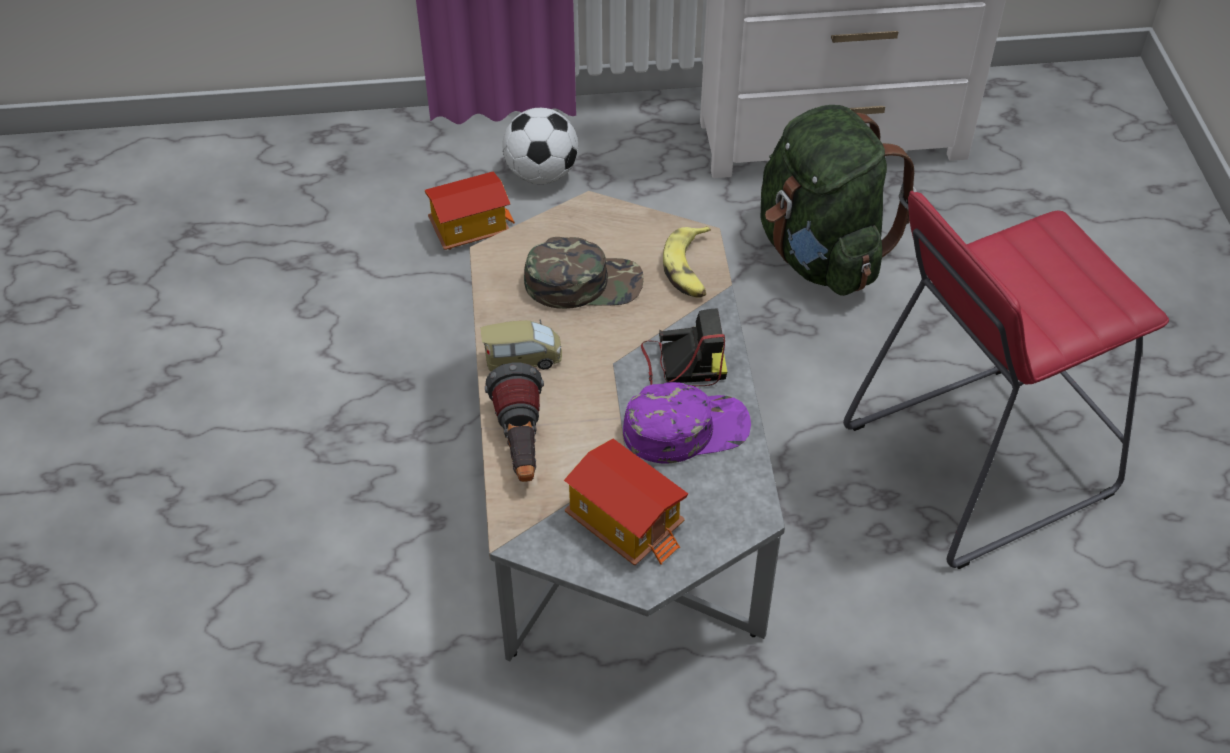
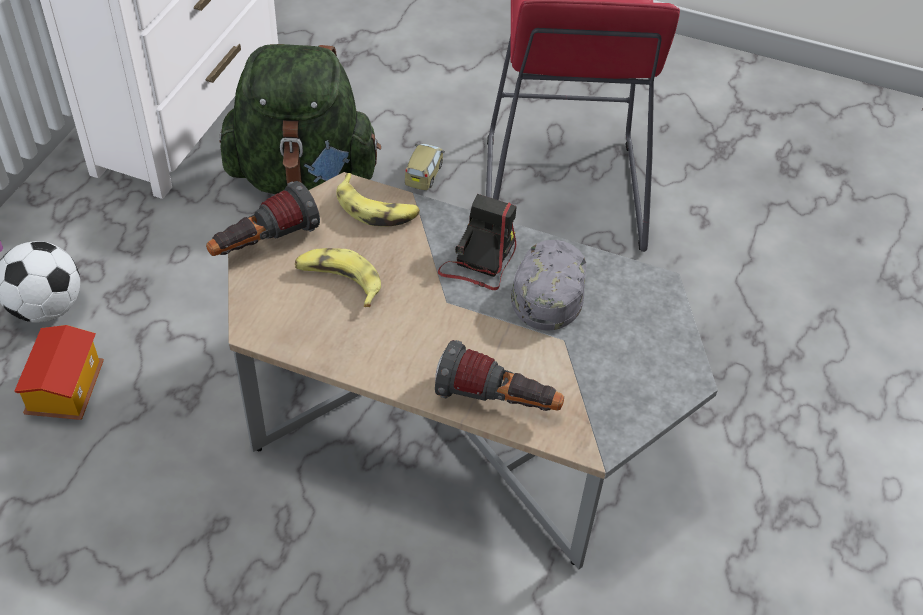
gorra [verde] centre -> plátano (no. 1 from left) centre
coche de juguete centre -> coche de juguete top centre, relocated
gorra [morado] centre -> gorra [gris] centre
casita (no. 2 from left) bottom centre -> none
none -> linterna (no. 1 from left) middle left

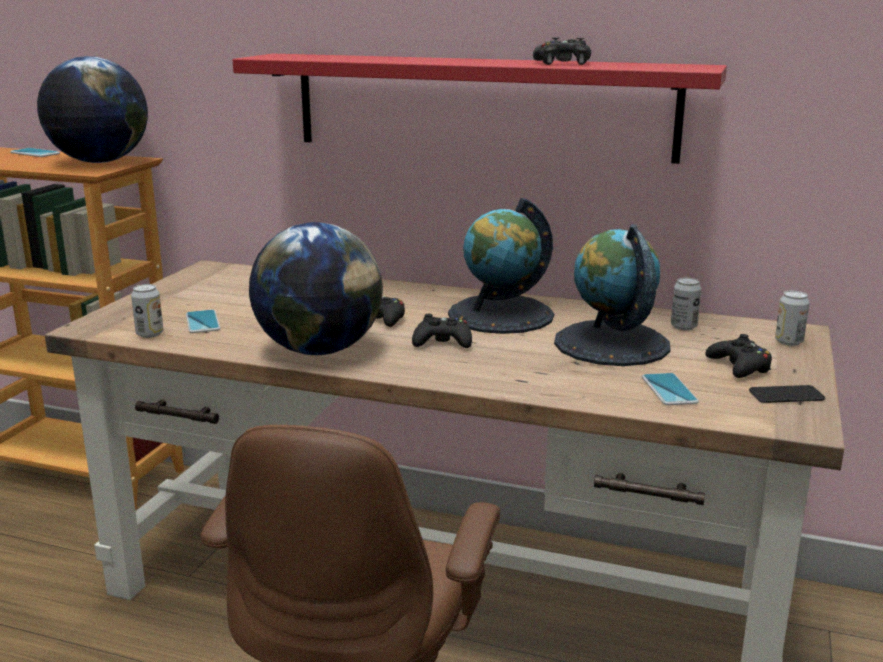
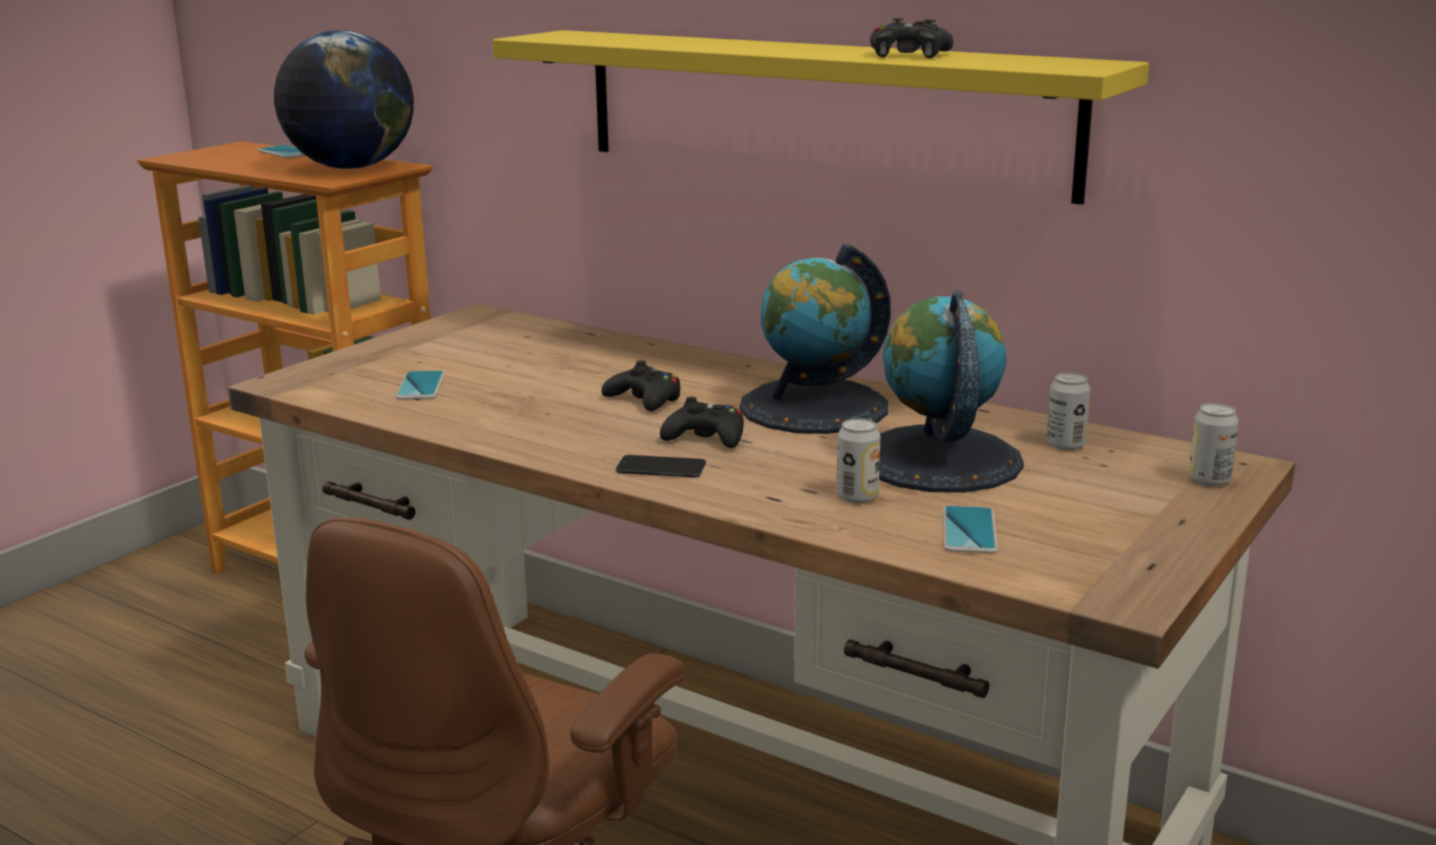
estante [rojo] top centre -> estante [amarillo] top centre
globo terráqueo (no. 2 from left) centre -> none
lata (no. 1 from left) middle left -> lata (no. 1 from left) centre, relocated
mando de consola [negro] (no. 4 from left) middle right -> none
móvil (no. 4 from left in the first image) middle right -> móvil (no. 3 from left) centre, relocated

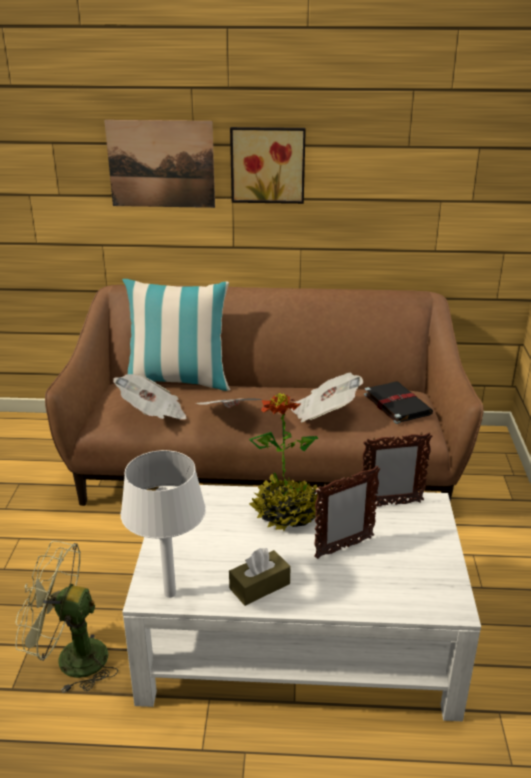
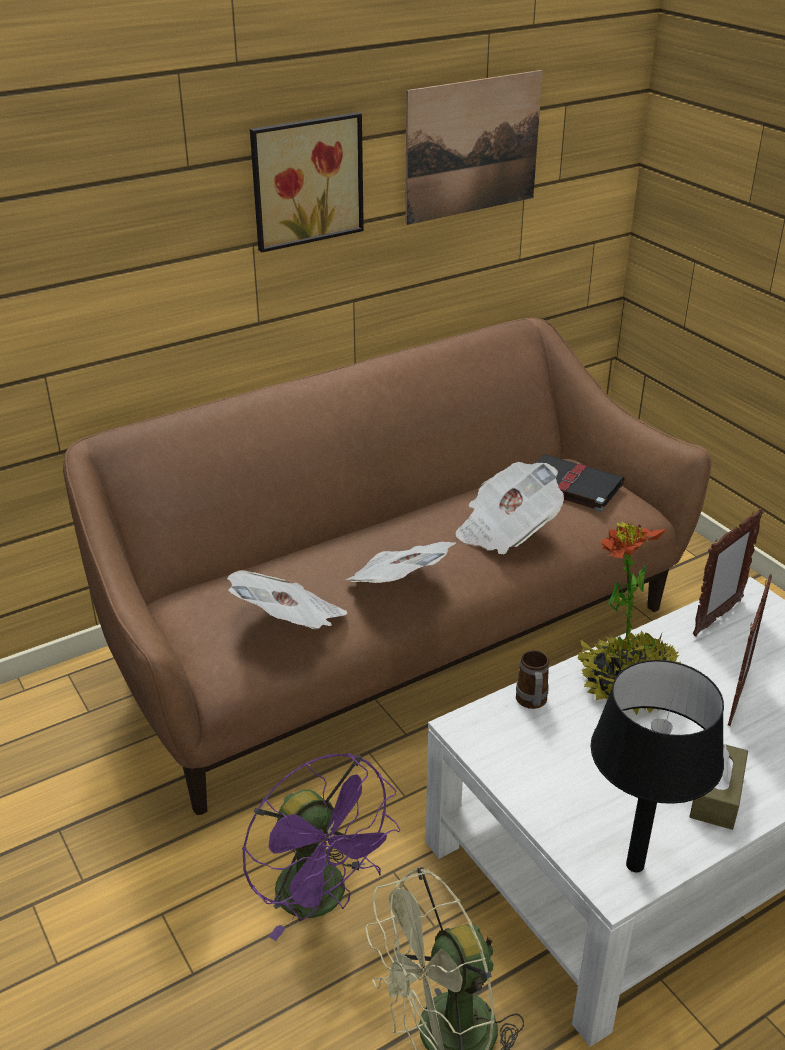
cuadro (no. 1 from left in the first image) top left -> cuadro (no. 2 from left) top centre, relocated
cojín middle left -> none
lámpara de mesa [blanco] bottom left -> lámpara de mesa [negro] bottom right
none -> taza grande middle right
none -> ventilador [morado] bottom centre

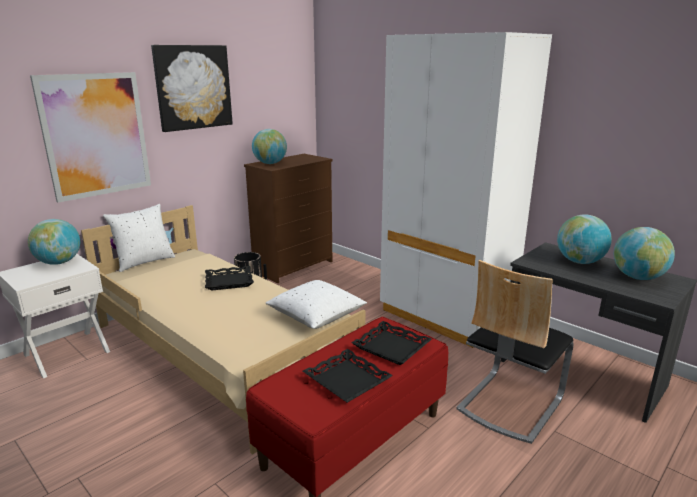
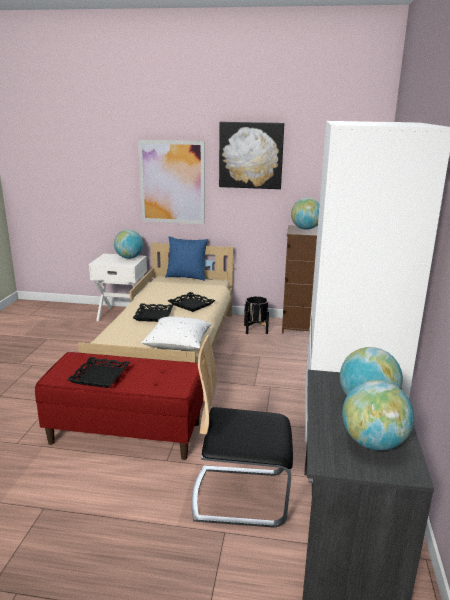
cojín [blanco] (no. 1 from left) middle left -> cojín [azul] centre
bandeja [negro] (no. 3 from left in the first image) bottom centre -> bandeja [negro] (no. 2 from left) centre, relocated

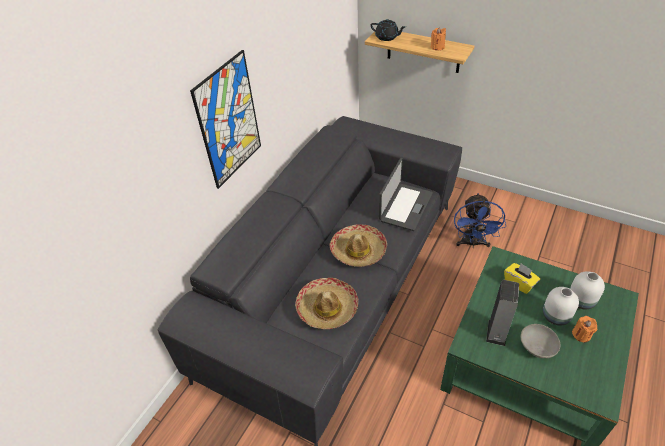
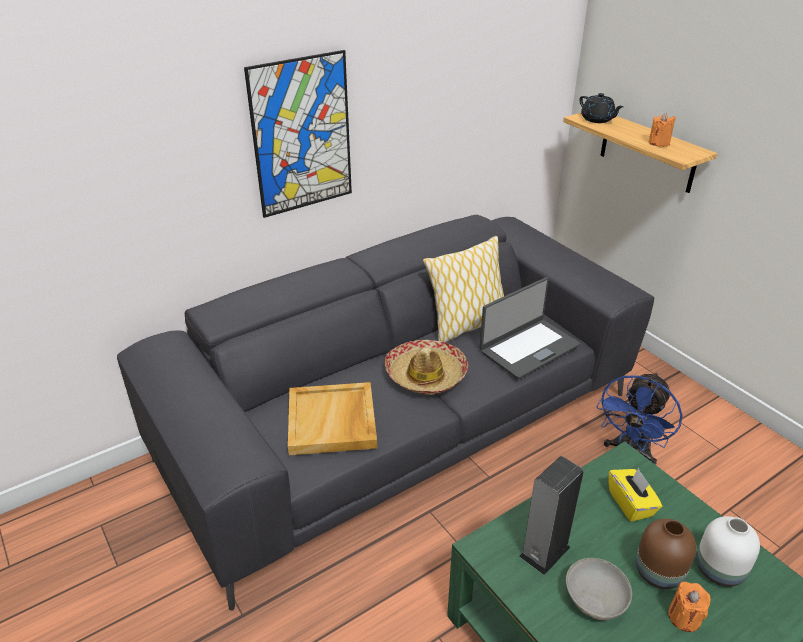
sombrero (no. 1 from left) bottom centre -> bandeja [beis] centre
florero [blanco] (no. 1 from left) bottom right -> florero [marrón] bottom right
none -> cojín centre

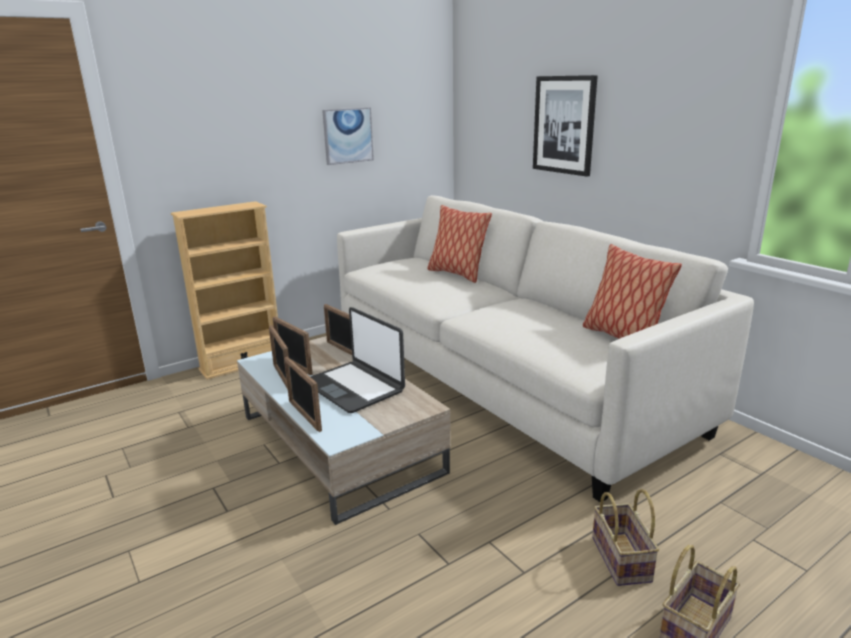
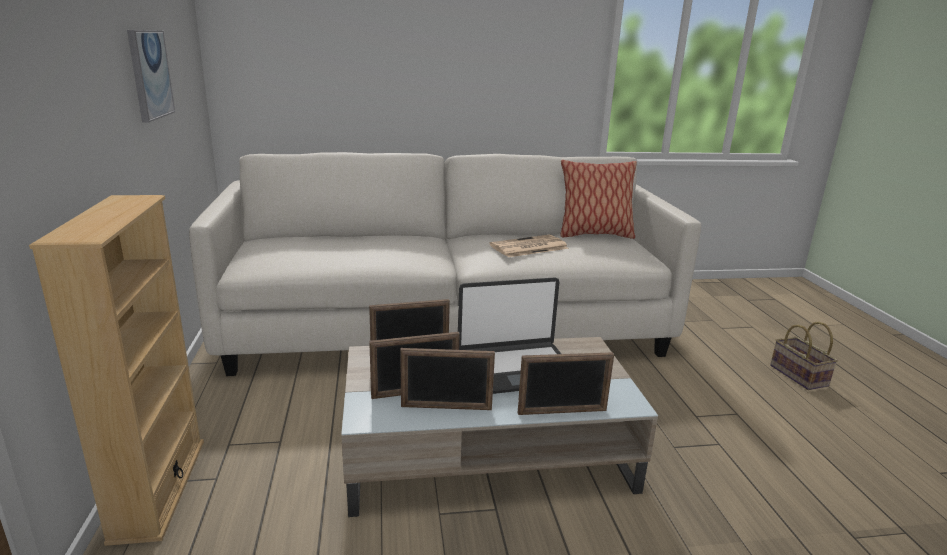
cuadro (no. 2 from left) top centre -> none
cojín (no. 1 from left) centre -> none
cesta (no. 1 from left) bottom right -> none
none -> periódico centre

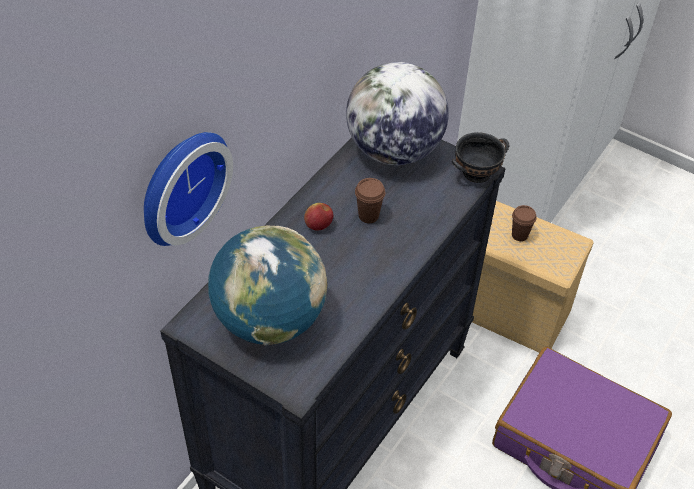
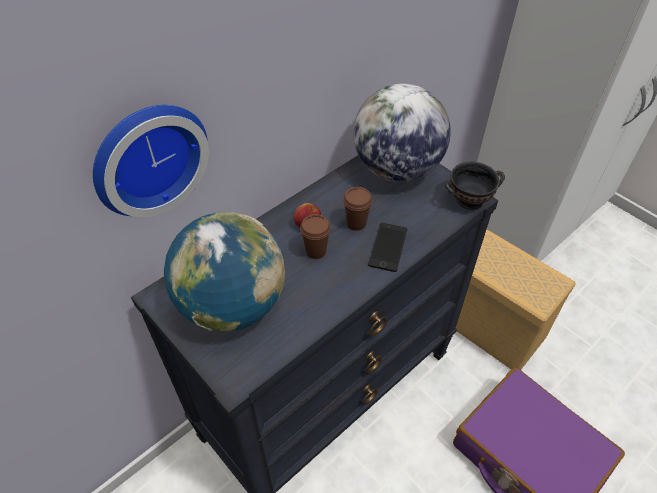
taza [marrón] (no. 2 from left in the first image) middle right -> taza [marrón] (no. 1 from left) centre, relocated
none -> móvil centre

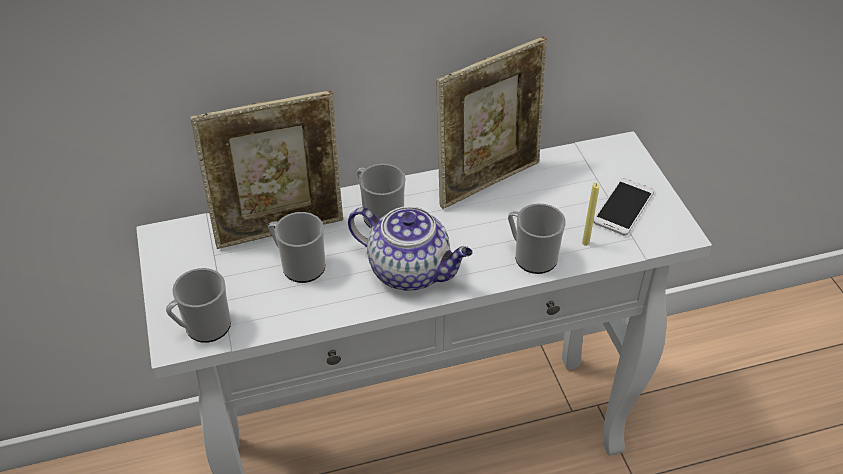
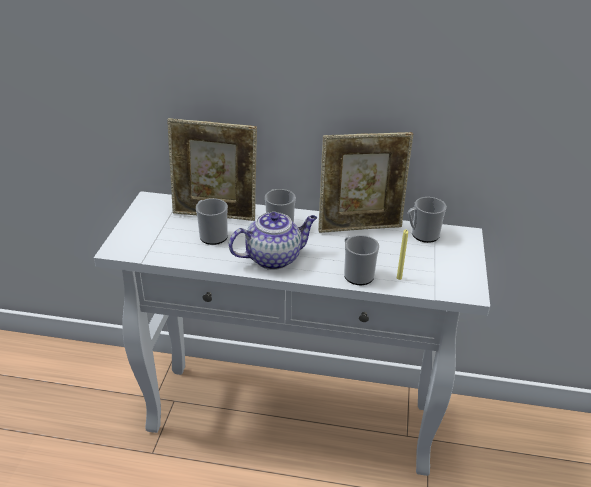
móvil middle right -> none
tetera centre, 75 degrees counterclockwise
taza grande (no. 1 from left in the first image) middle left -> taza grande (no. 4 from left) middle right, relocated

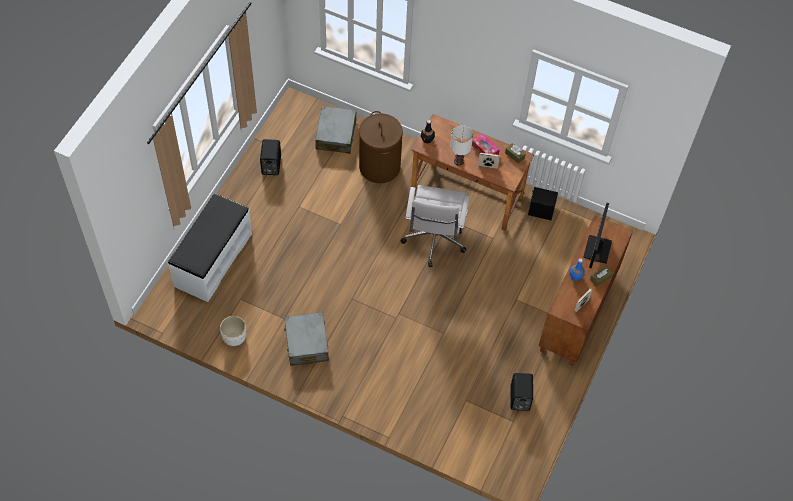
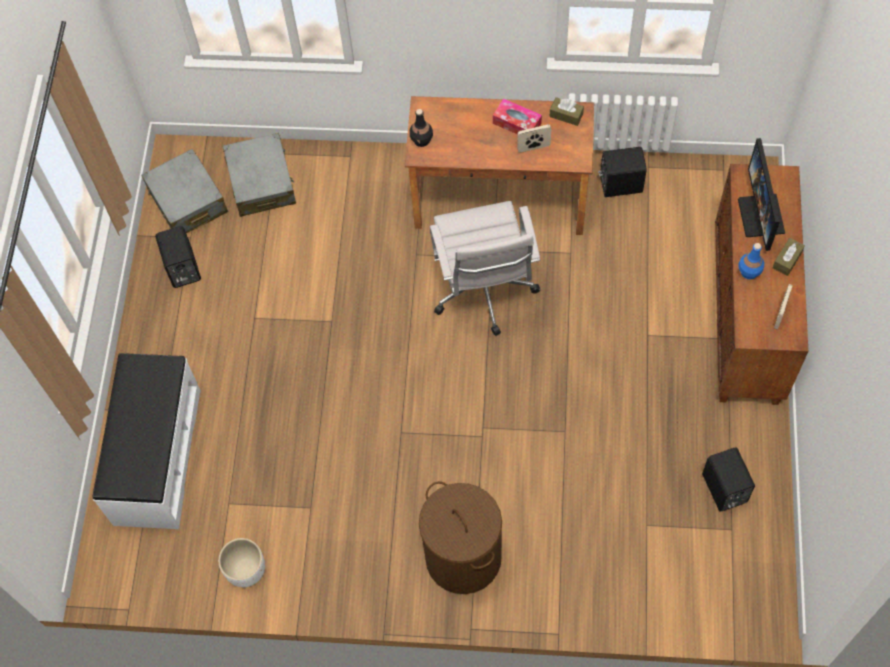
cesto de la ropa [marrón] top centre -> cesto de la ropa [marrón] bottom centre, relocated
lámpara de mesa [blanco] top centre -> none
maleta [gris] (no. 1 from left) bottom centre -> maleta [gris] (no. 1 from left) top left, relocated

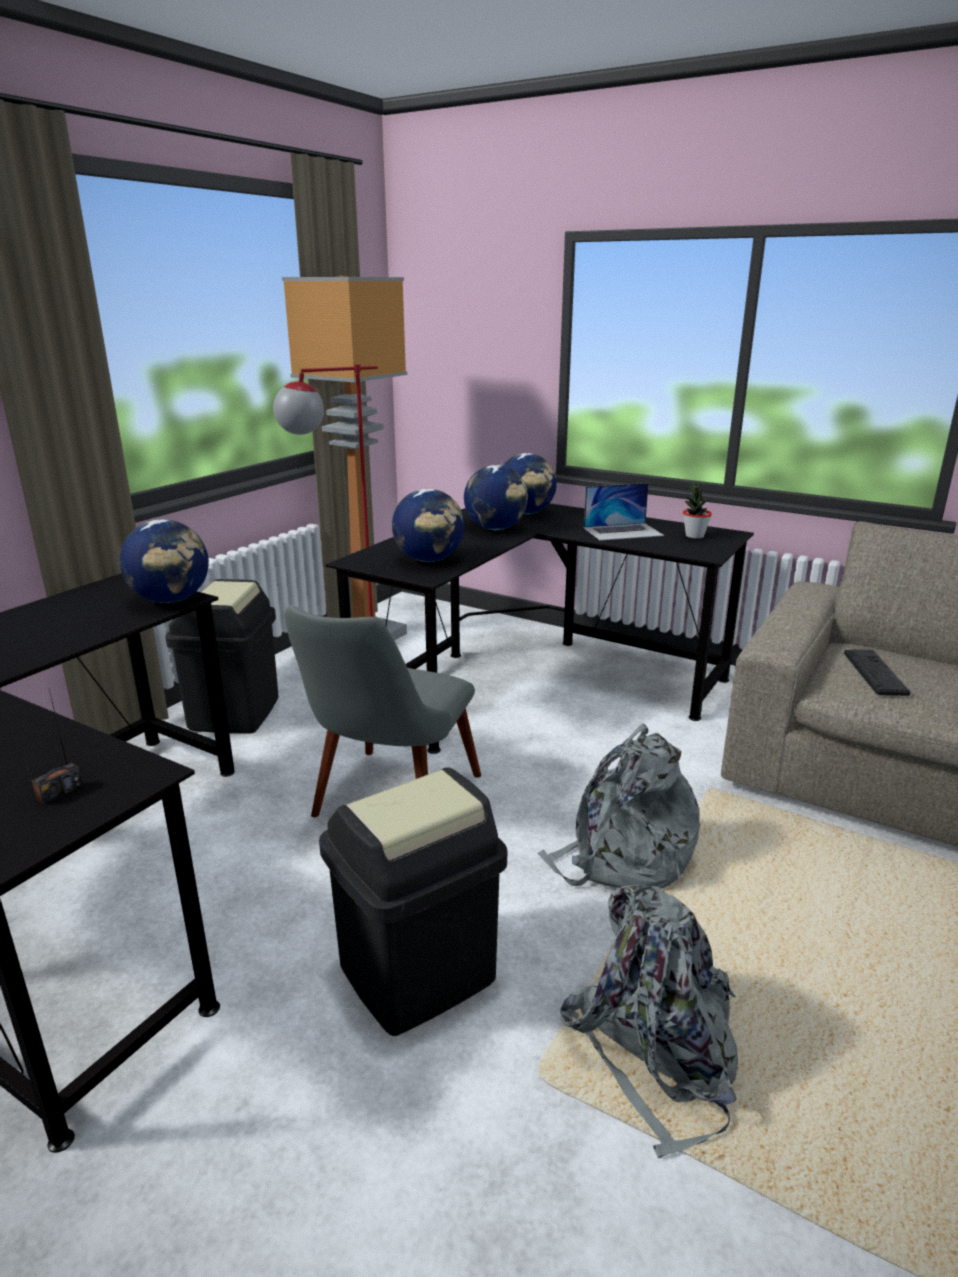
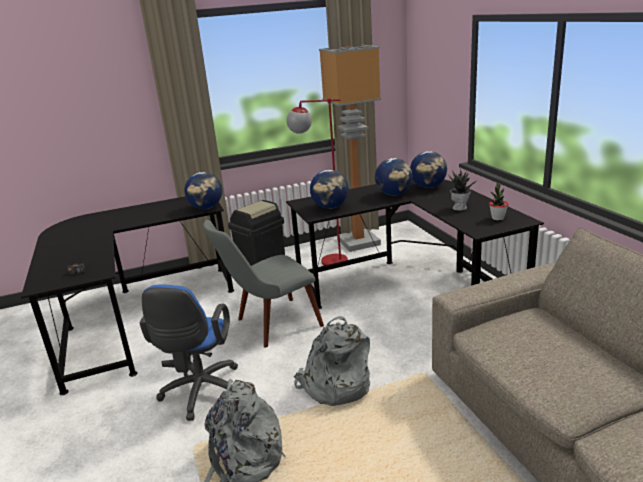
portátil centre -> planta en maceta (no. 1 from left) middle right
teclado middle right -> none
papelera [negro] (no. 2 from left) bottom centre -> silla de oficina [azul] bottom left

